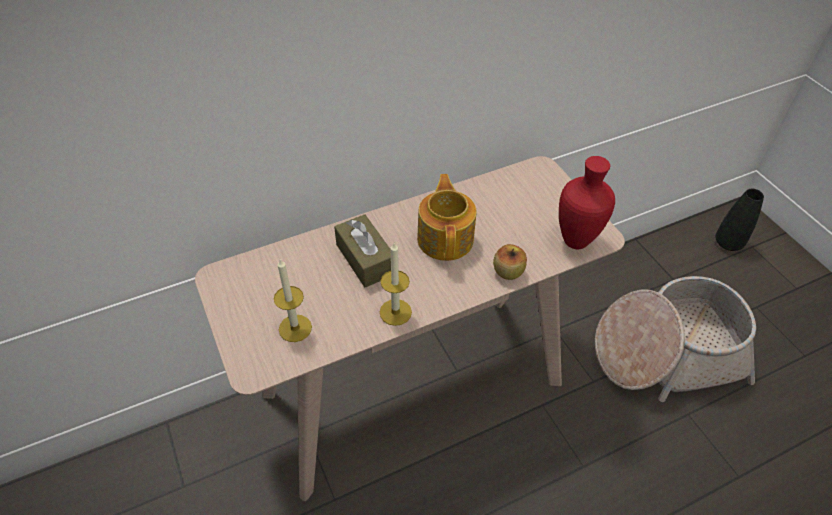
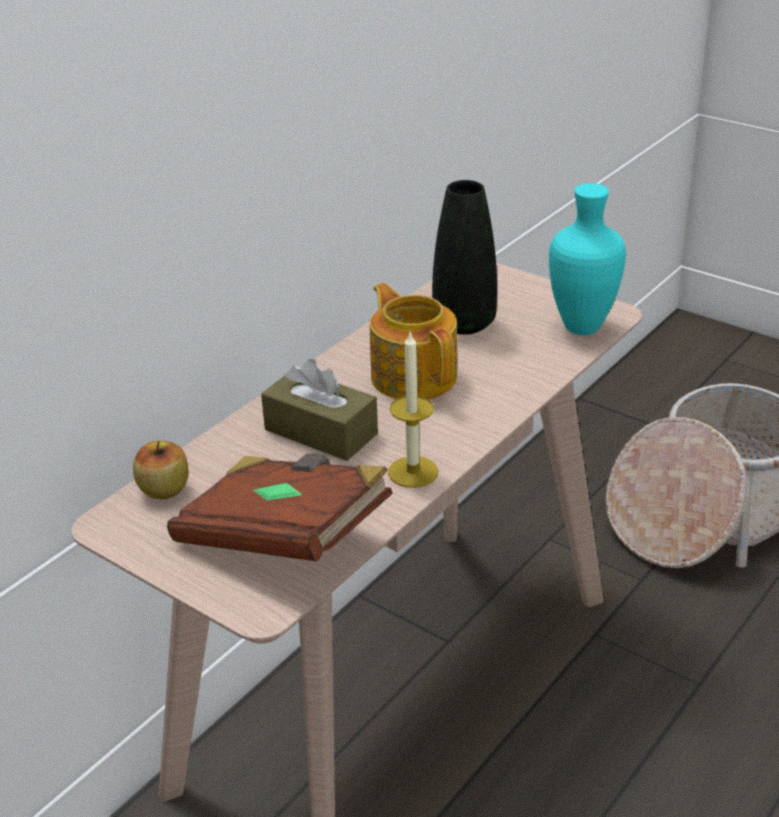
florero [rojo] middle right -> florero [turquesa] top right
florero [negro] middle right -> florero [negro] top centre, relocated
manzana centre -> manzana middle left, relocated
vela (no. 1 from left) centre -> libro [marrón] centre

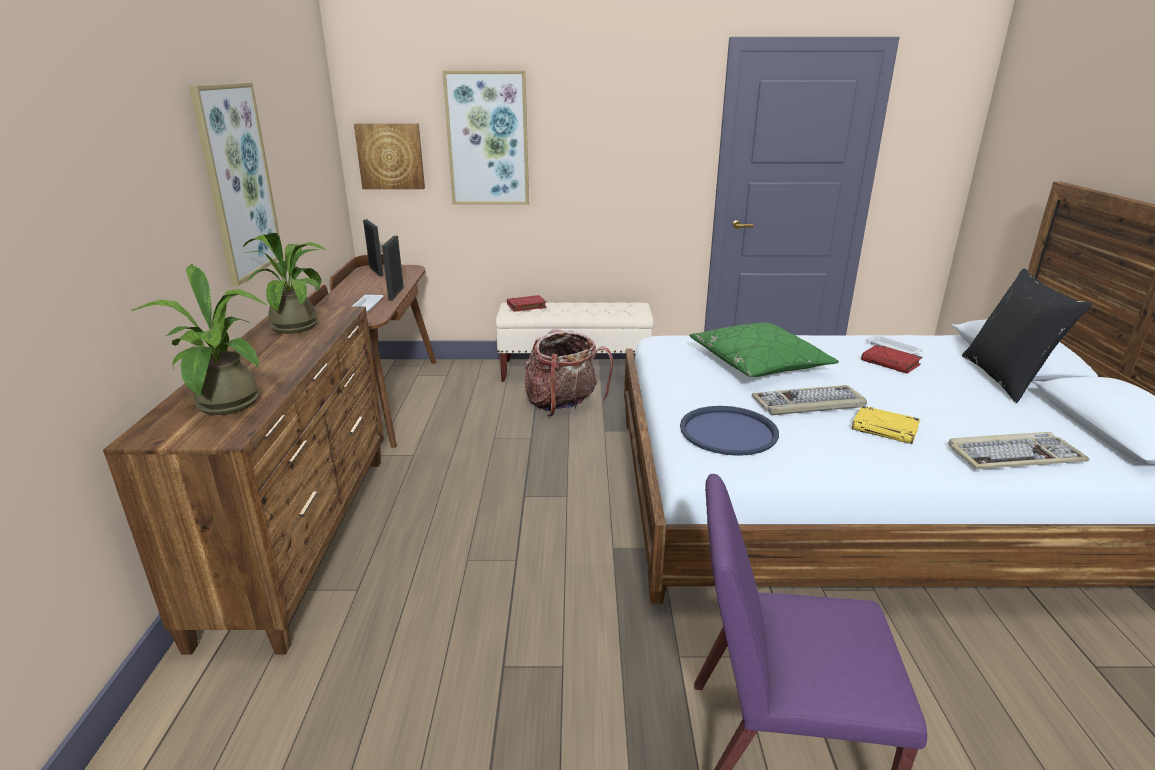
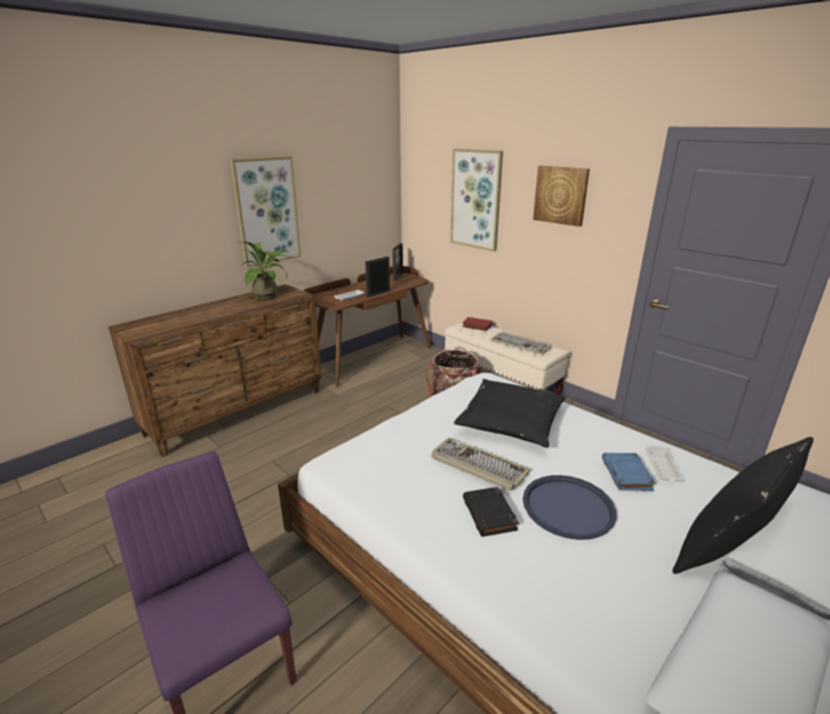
cuadro (no. 2 from left in the first image) top centre -> cuadro (no. 3 from left) top right, relocated
planta en maceta (no. 1 from left) middle left -> none
cojín [verde] centre -> cojín [negro] (no. 1 from left) centre
libro [rojo] (no. 2 from left) middle right -> libro [azul] middle right
bandeja [azul] centre -> bandeja [azul] bottom right, relocated
libro [amarillo] middle right -> libro [negro] bottom centre
teclado (no. 2 from left) middle right -> teclado (no. 2 from left) centre, relocated

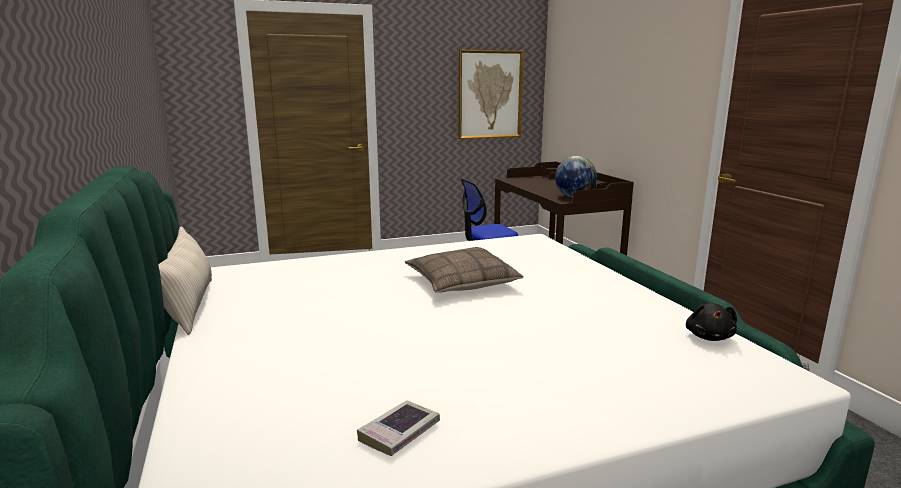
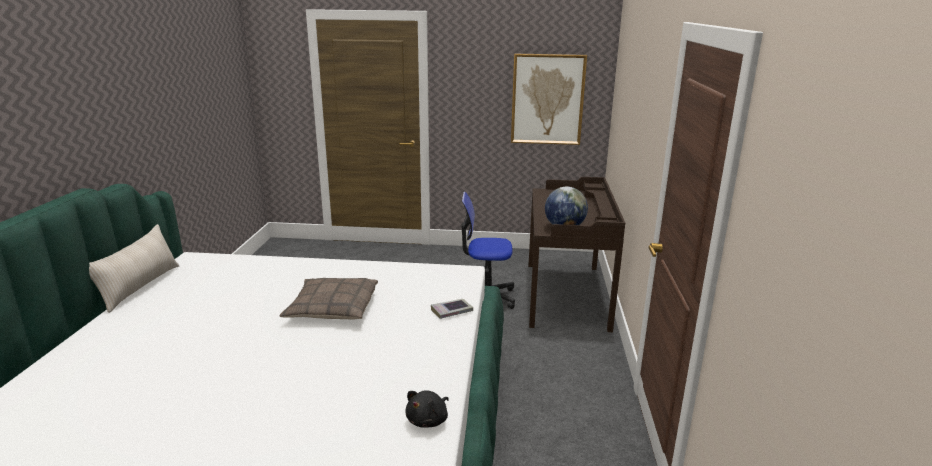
libro bottom centre -> libro centre, relocated

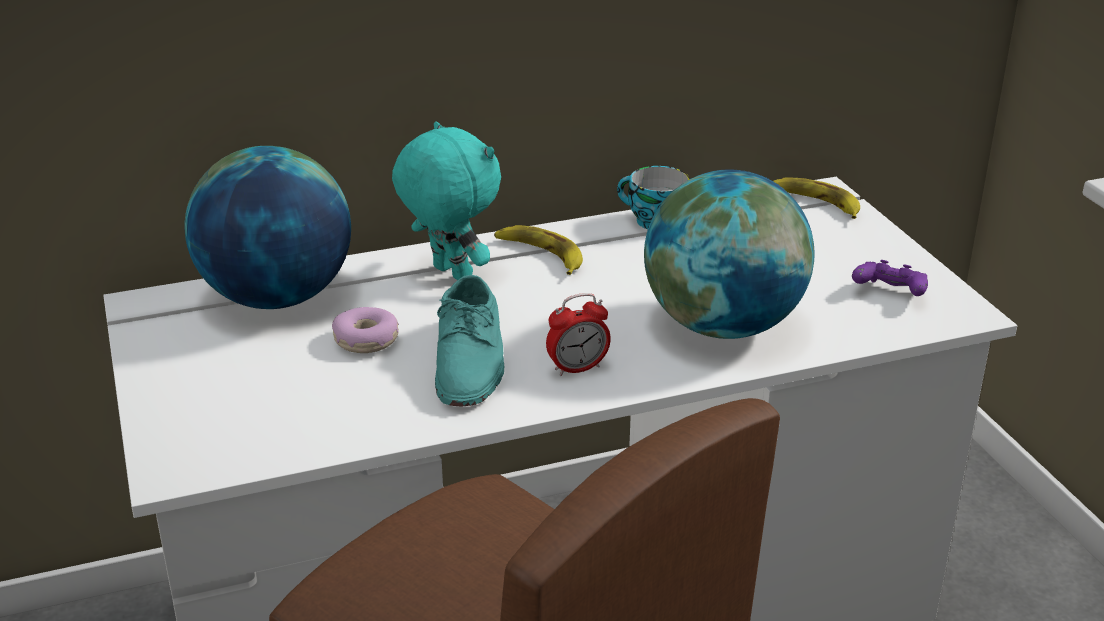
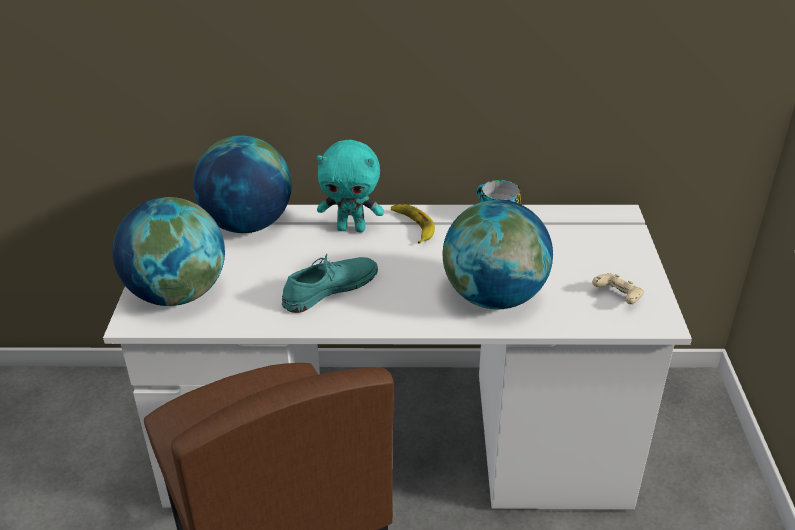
peluche [turquesa] top centre -> peluche [turquesa] centre, 120 degrees clockwise
plátano (no. 2 from left) top right -> none
mando de consola [morado] middle right -> mando de consola [beis] middle right
zapato [turquesa] centre, 150 degrees counterclockwise
despertador centre -> none
rosquilla middle left -> none
none -> globo terráqueo (no. 1 from left) middle left

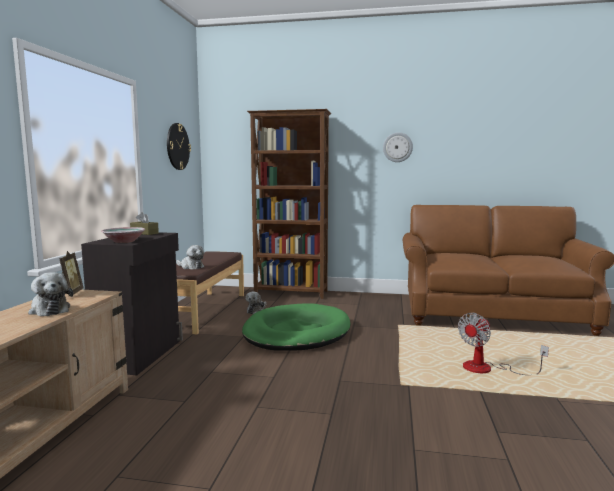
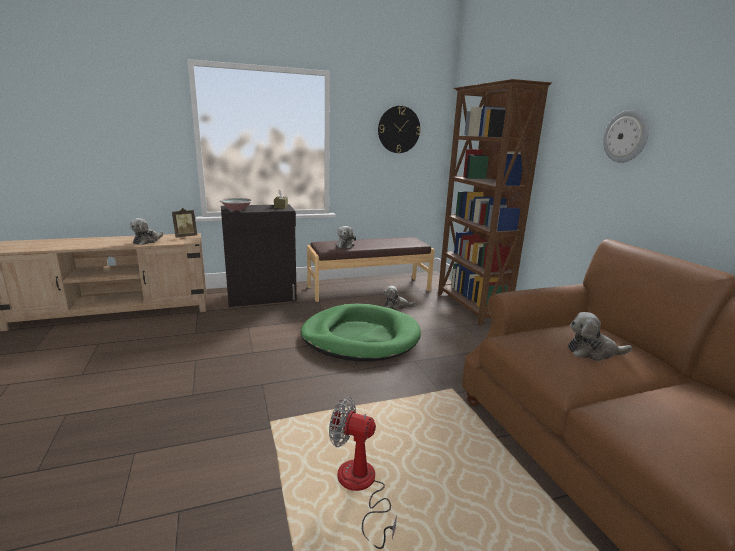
none -> peluche (no. 4 from left) middle right

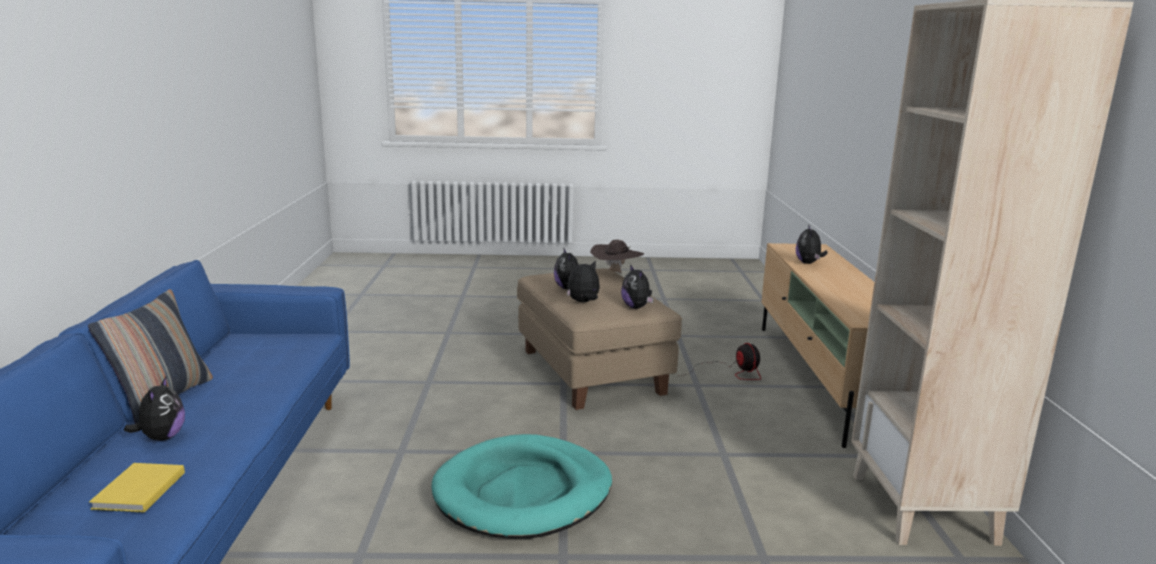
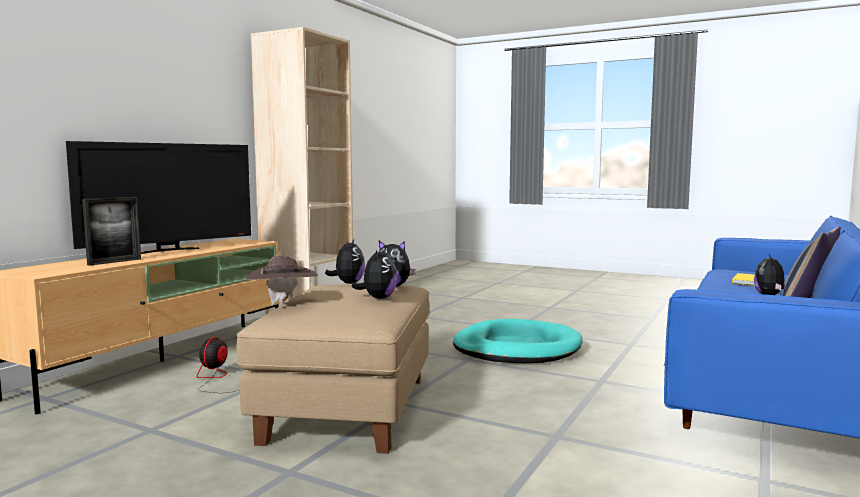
peluche (no. 5 from left) middle right -> portarretratos middle left
none -> televisor middle left

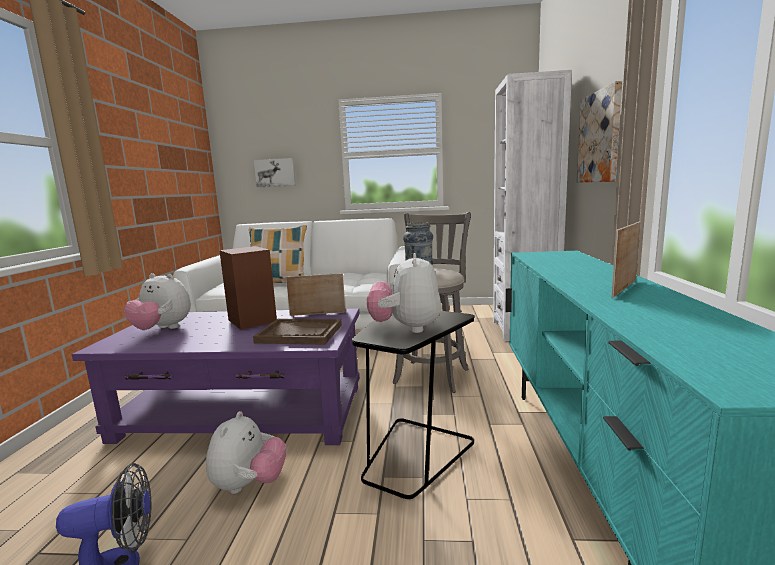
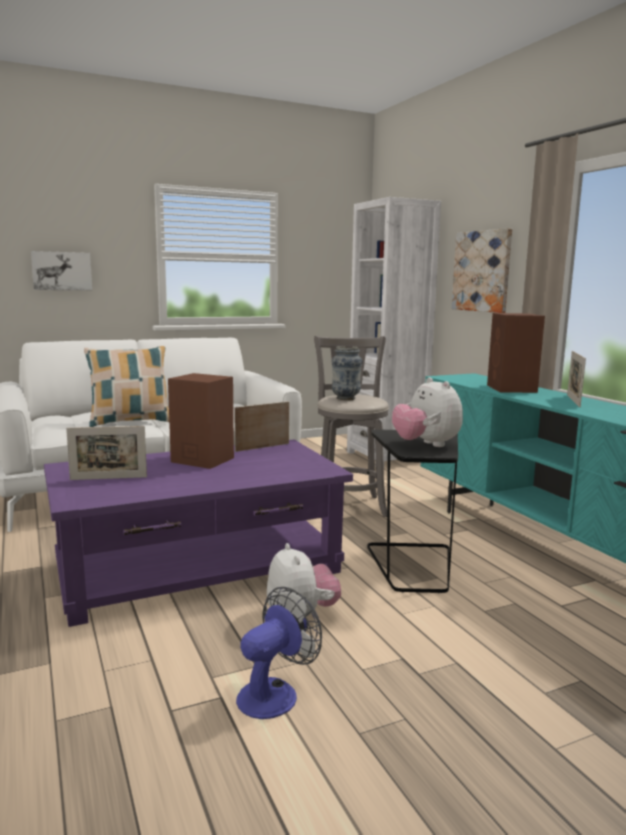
peluche (no. 1 from left) middle left -> portarretratos (no. 1 from left) middle left
bandeja [marrón] centre -> none
none -> altavoz [marrón] (no. 2 from left) middle right

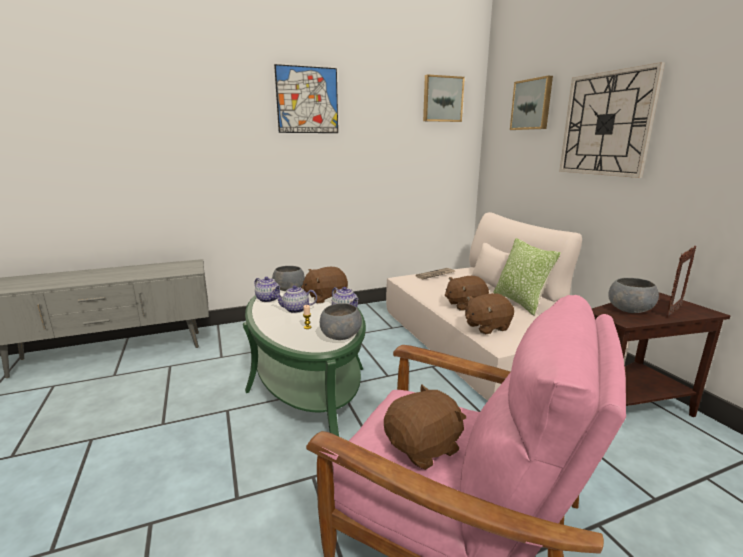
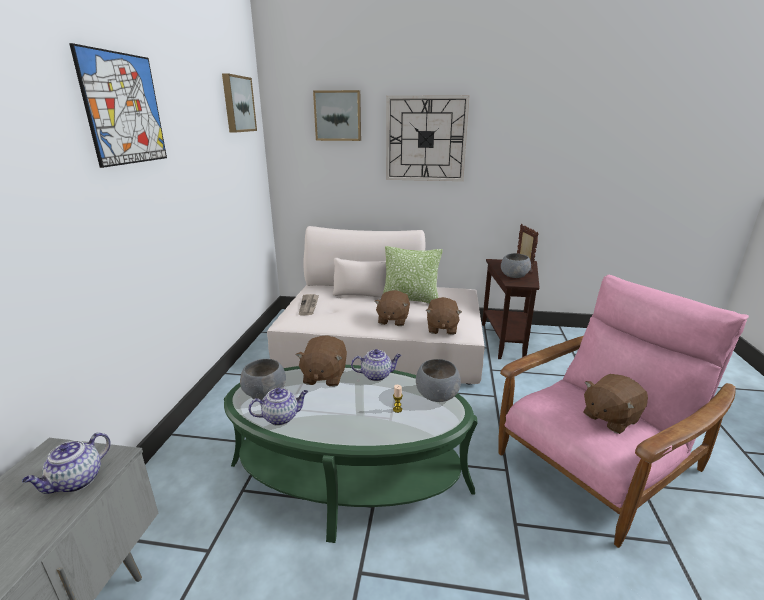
tetera (no. 2 from left in the first image) centre -> tetera (no. 1 from left) bottom left, relocated
peluche [marrón] (no. 2 from left in the first image) bottom centre -> peluche [marrón] (no. 4 from left) bottom right, 120 degrees counterclockwise

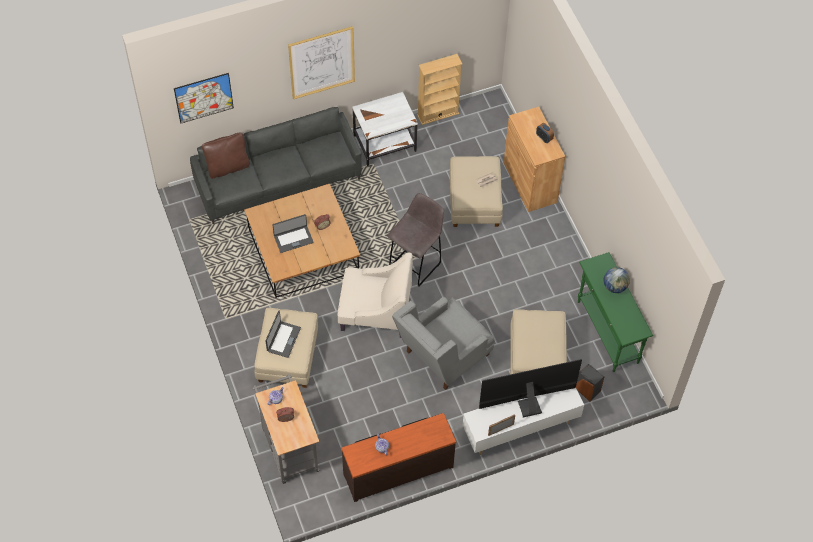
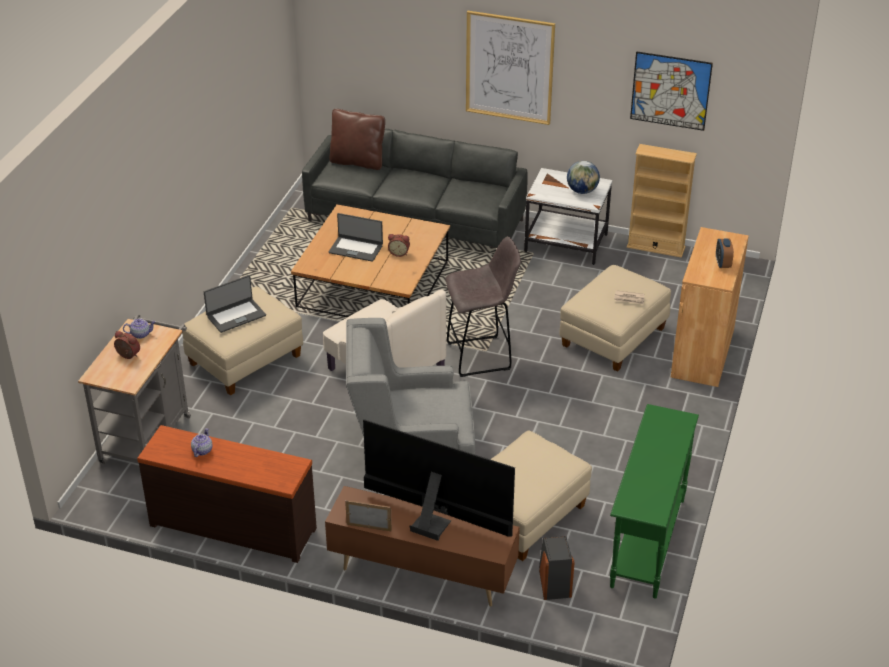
cuadro (no. 1 from left in the first image) top left -> cuadro (no. 2 from left) top right, relocated
globo terráqueo middle right -> globo terráqueo top centre, relocated
mueble de televisión [blanco] bottom centre -> mueble de televisión [marrón] bottom centre

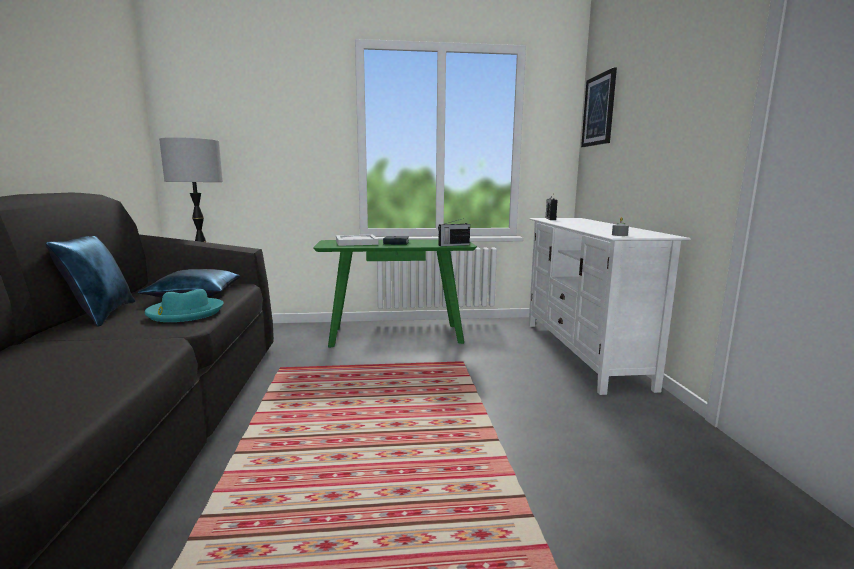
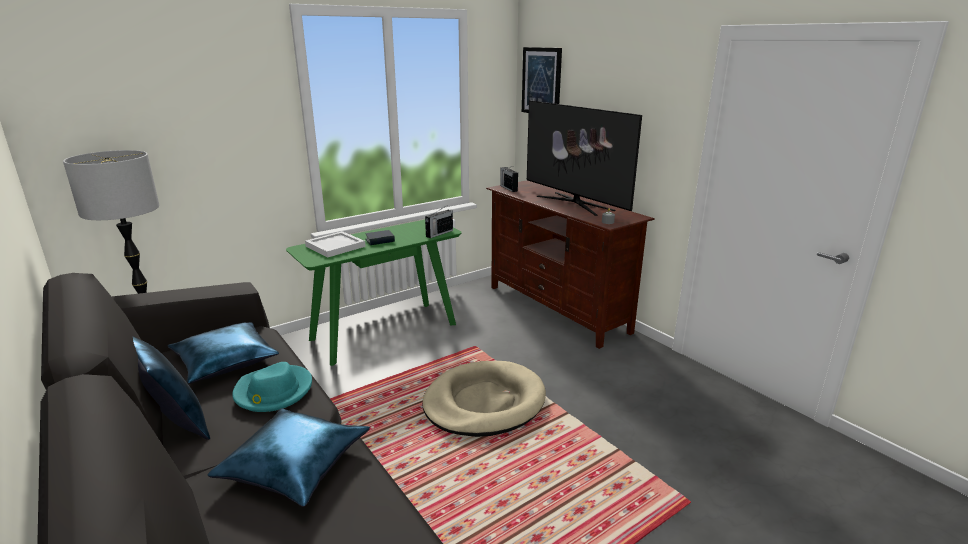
mueble de televisión [blanco] middle right -> mueble de televisión [marrón] centre
none -> televisor top centre
none -> cama para perro [beis] bottom centre
none -> cojín [azul] (no. 3 from left) bottom left

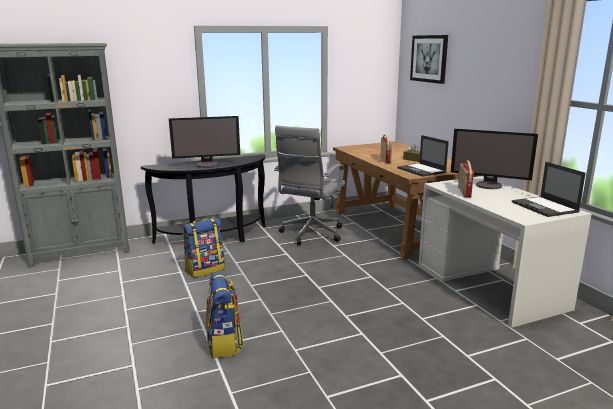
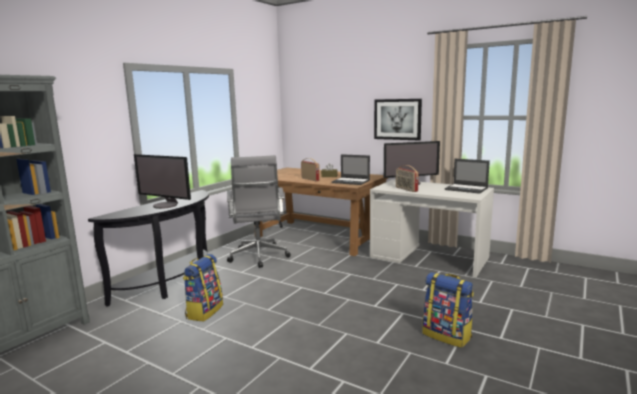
cuadro top right -> cuadro top centre, relocated
monitor (no. 1 from left) middle left, 75 degrees clockwise
mochila (no. 2 from left) bottom centre -> mochila (no. 2 from left) bottom right, relocated

